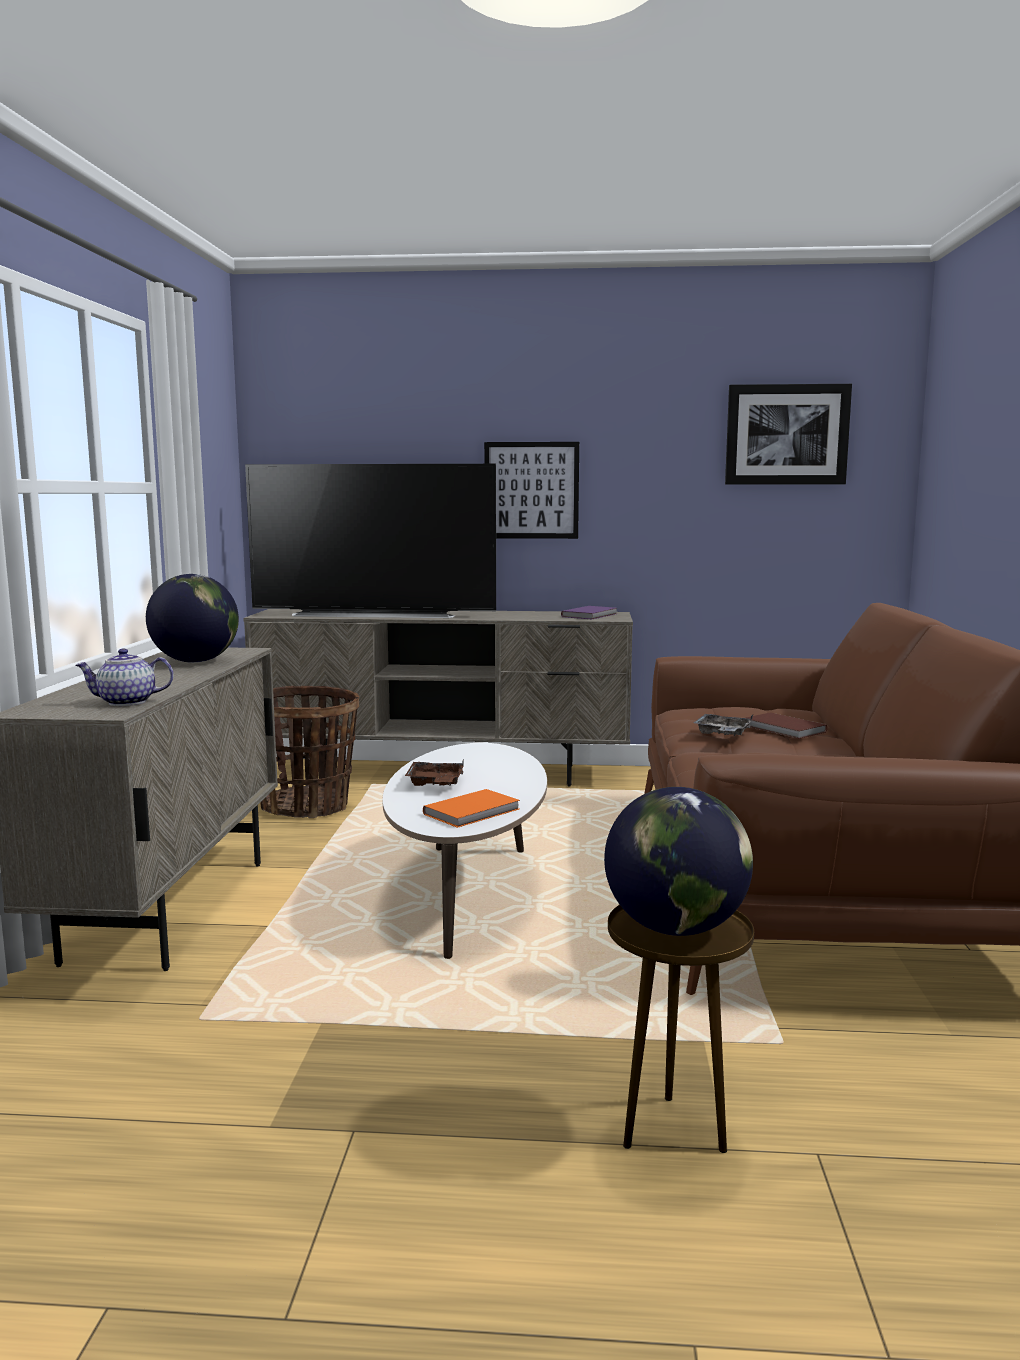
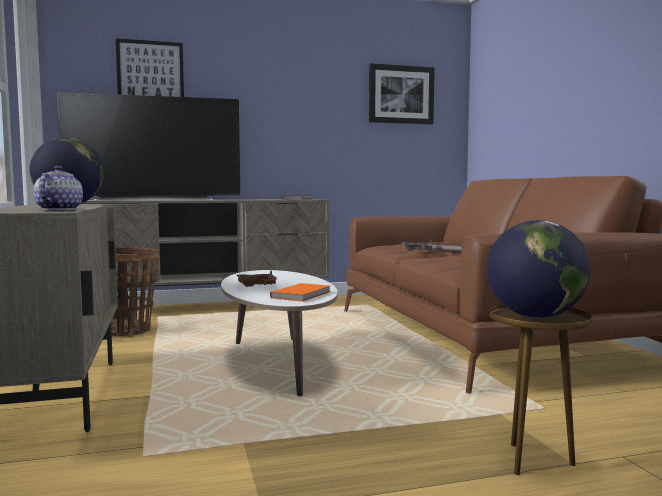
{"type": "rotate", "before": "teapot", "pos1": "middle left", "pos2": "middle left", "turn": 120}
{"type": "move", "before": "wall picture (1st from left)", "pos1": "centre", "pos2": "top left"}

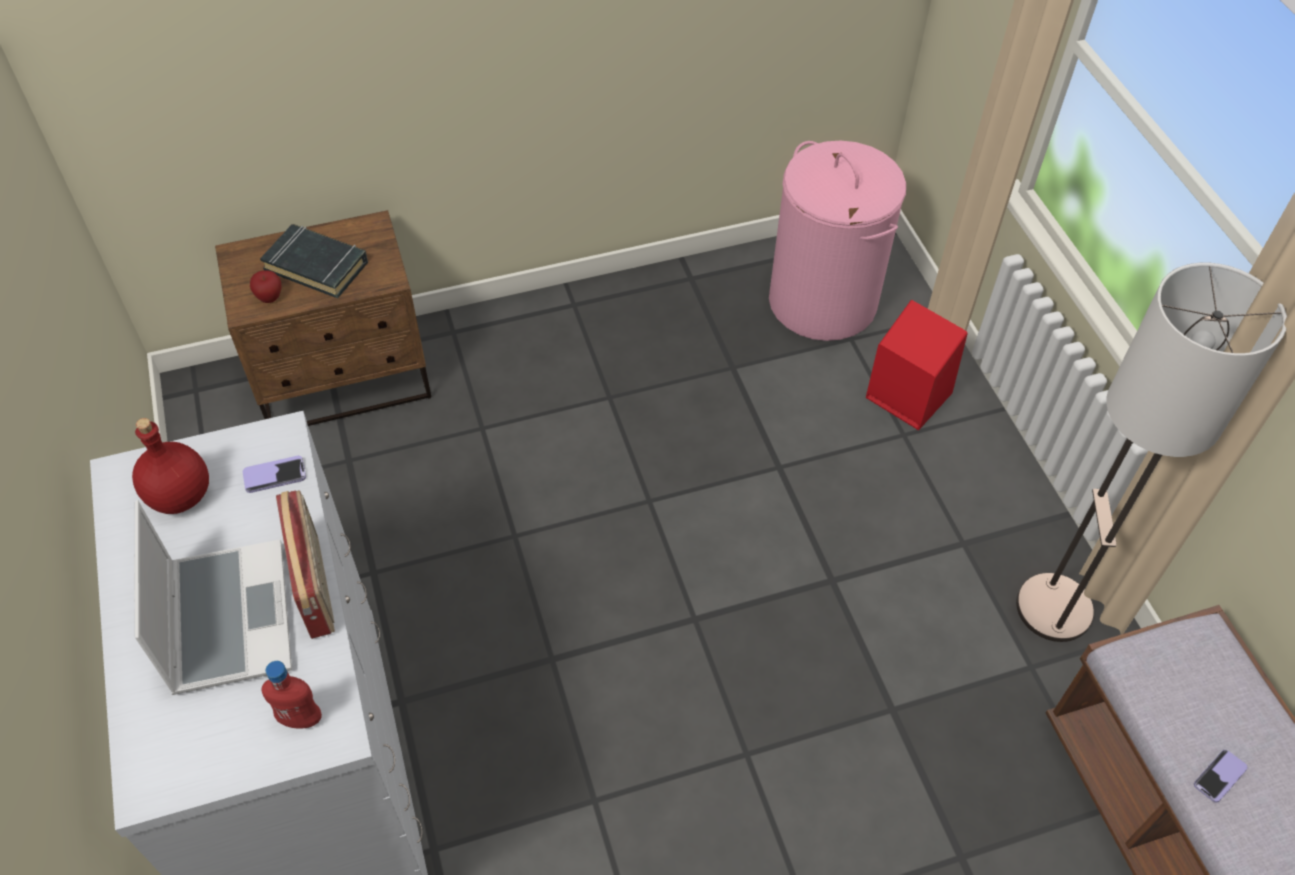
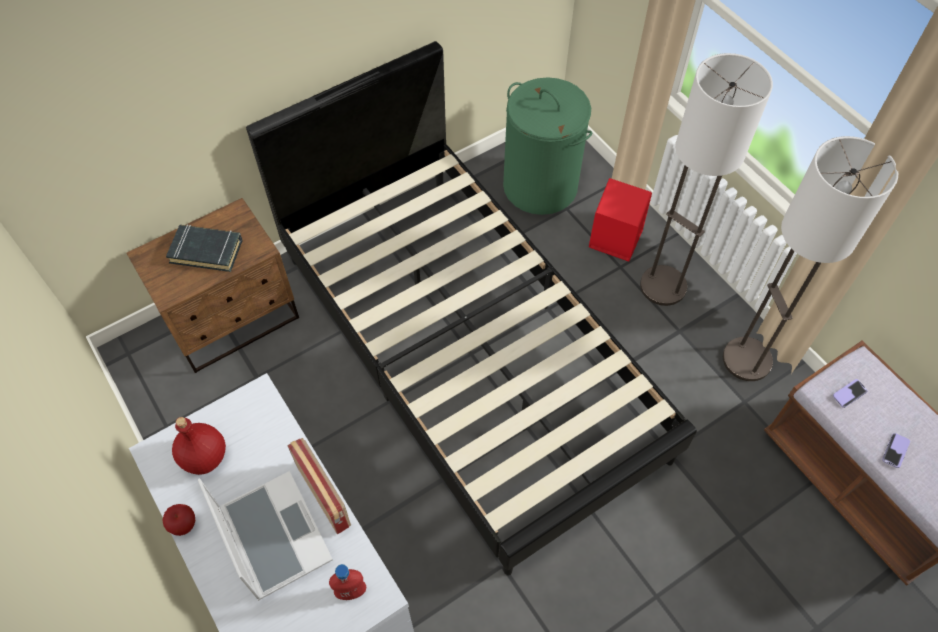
{"type": "move", "before": "apple", "pos1": "top left", "pos2": "bottom left"}
{"type": "insert", "after": "black bed", "pos2": "centre"}
{"type": "recolor", "before": "pinkish laundry basket", "after": "greenish laundry basket", "pos1": "top centre", "pos2": "top centre"}
{"type": "insert", "after": "standing lamp (1st from left)", "pos2": "top right"}
{"type": "move", "before": "handset (1st from left)", "pos1": "middle left", "pos2": "middle right"}

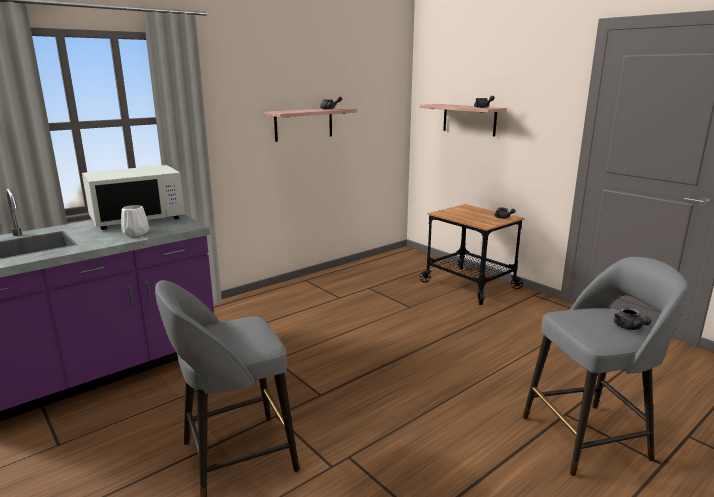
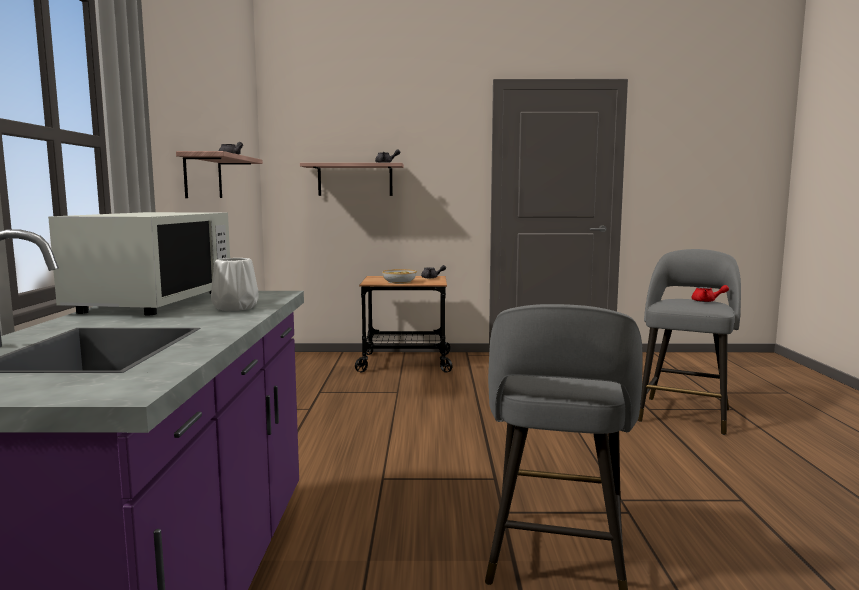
{"type": "insert", "after": "serving bowl", "pos2": "centre"}
{"type": "recolor", "before": "gray teapot (4th from left)", "after": "reddish teapot", "pos1": "middle right", "pos2": "middle right"}

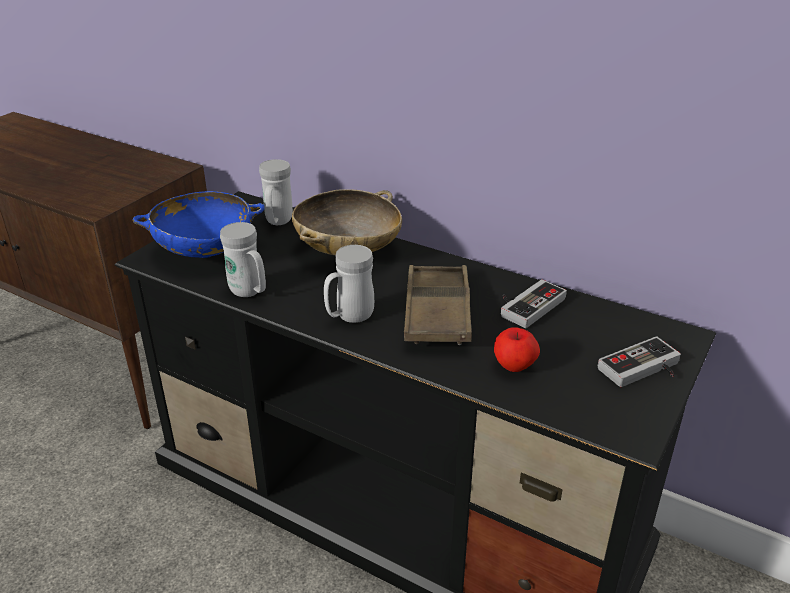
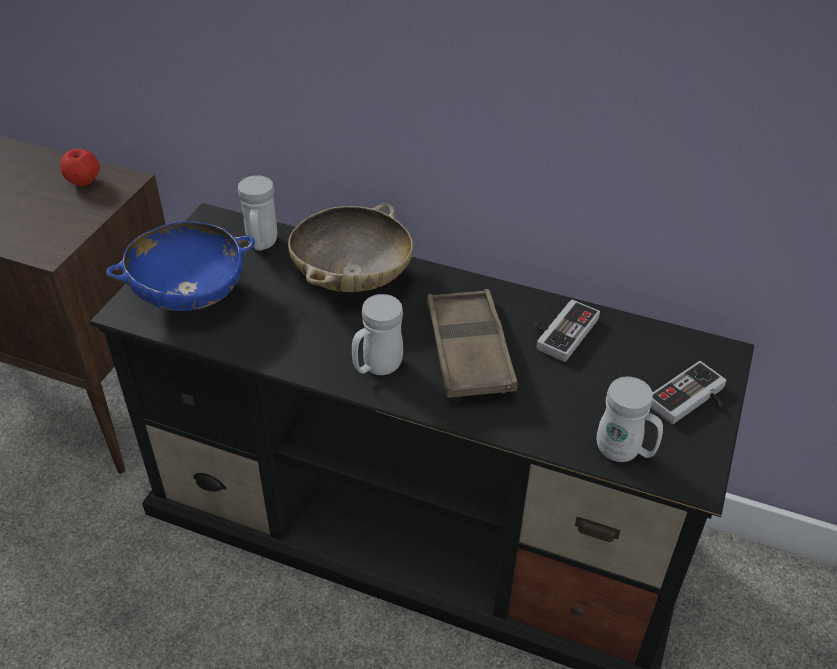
{"type": "move", "before": "apple", "pos1": "centre", "pos2": "top left"}
{"type": "move", "before": "white coffee mug (1st from left in the first image)", "after": "white coffee mug (3rd from left)", "pos1": "middle left", "pos2": "middle right"}

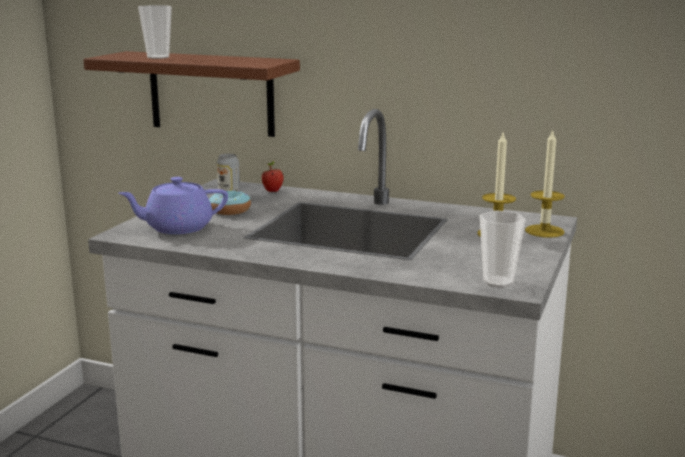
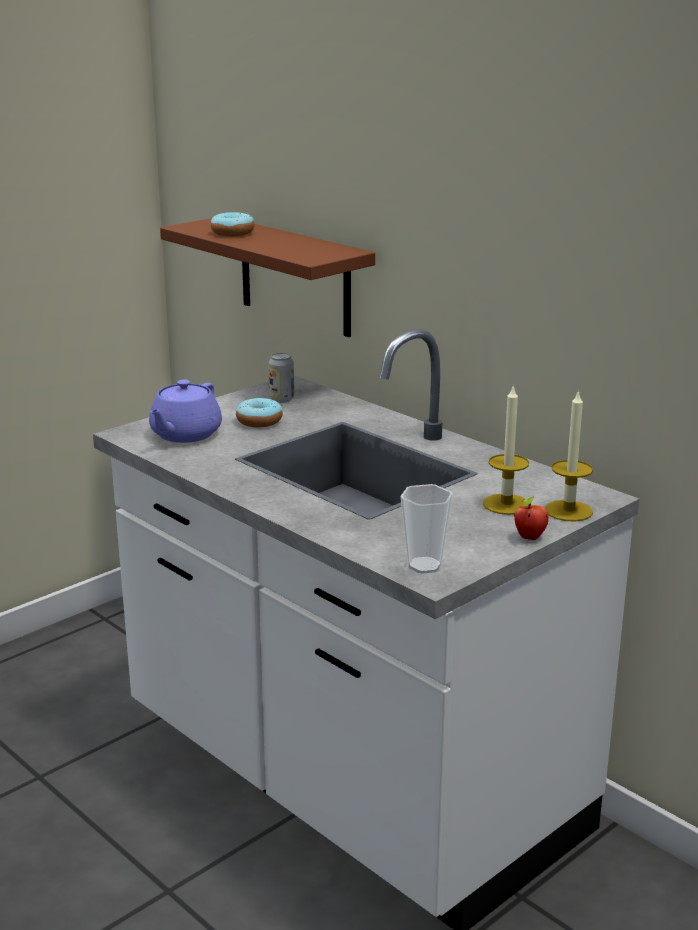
{"type": "rotate", "before": "purple teapot", "pos1": "middle left", "pos2": "middle left", "turn": -75}
{"type": "replace", "before": "cup (1st from left)", "after": "doughnut (1st from left)", "pos1": "top left", "pos2": "top centre"}
{"type": "move", "before": "apple", "pos1": "centre", "pos2": "middle right"}

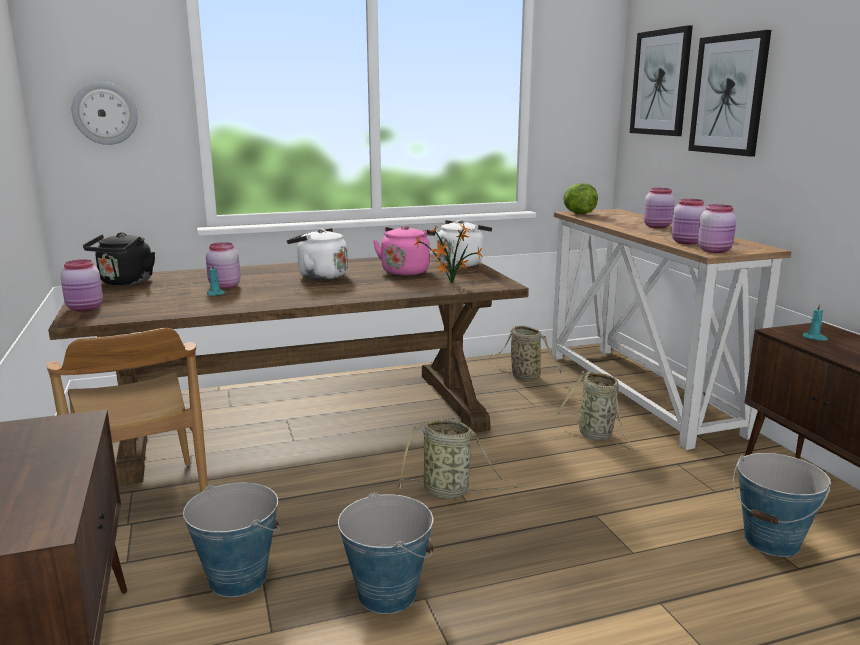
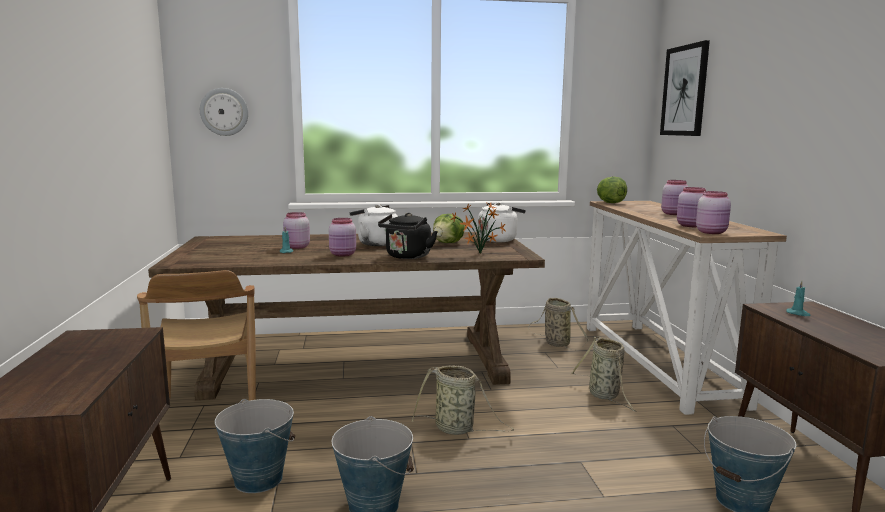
{"type": "move", "before": "pinkish jar (1st from left in the first image)", "after": "pinkish jar (2nd from left)", "pos1": "middle left", "pos2": "centre"}
{"type": "move", "before": "black kettle", "pos1": "middle left", "pos2": "centre"}
{"type": "replace", "before": "pinkish kettle", "after": "lettuce (1st from left)", "pos1": "centre", "pos2": "centre"}
{"type": "delete", "before": "wall picture (2nd from left)", "pos1": "top right"}

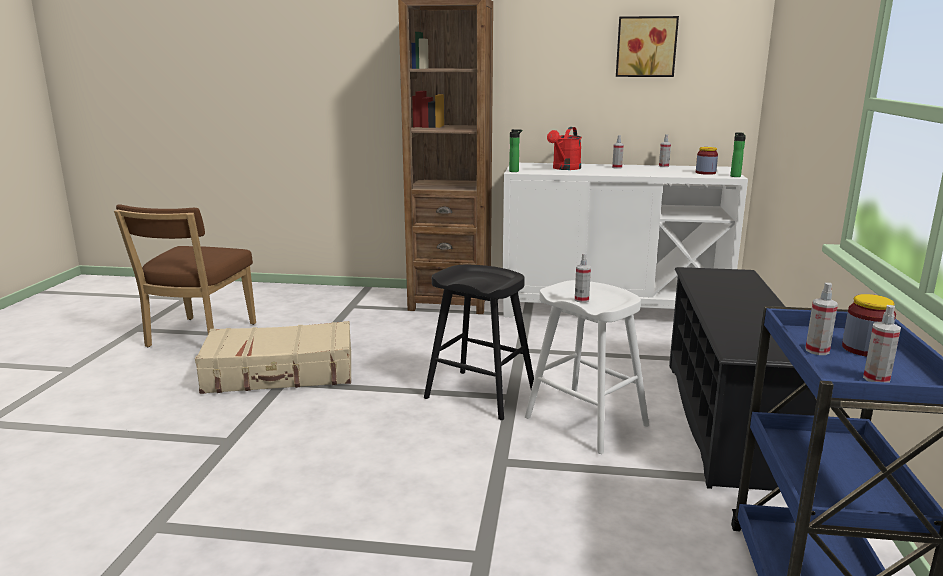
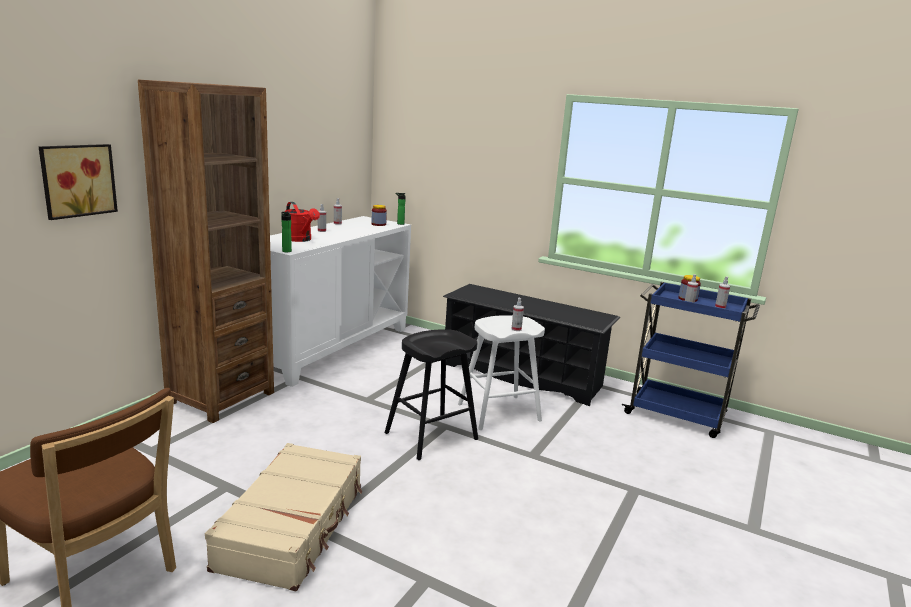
{"type": "move", "before": "wall picture", "pos1": "top right", "pos2": "top left"}

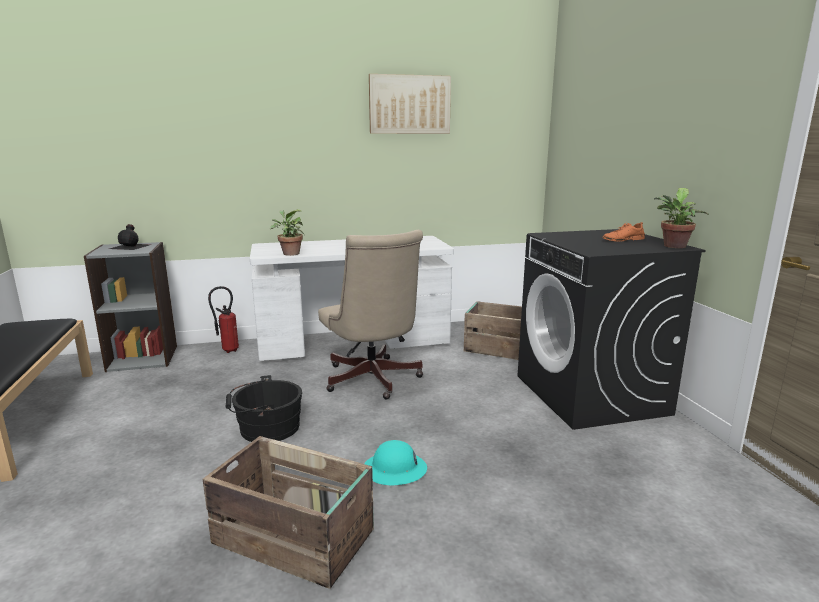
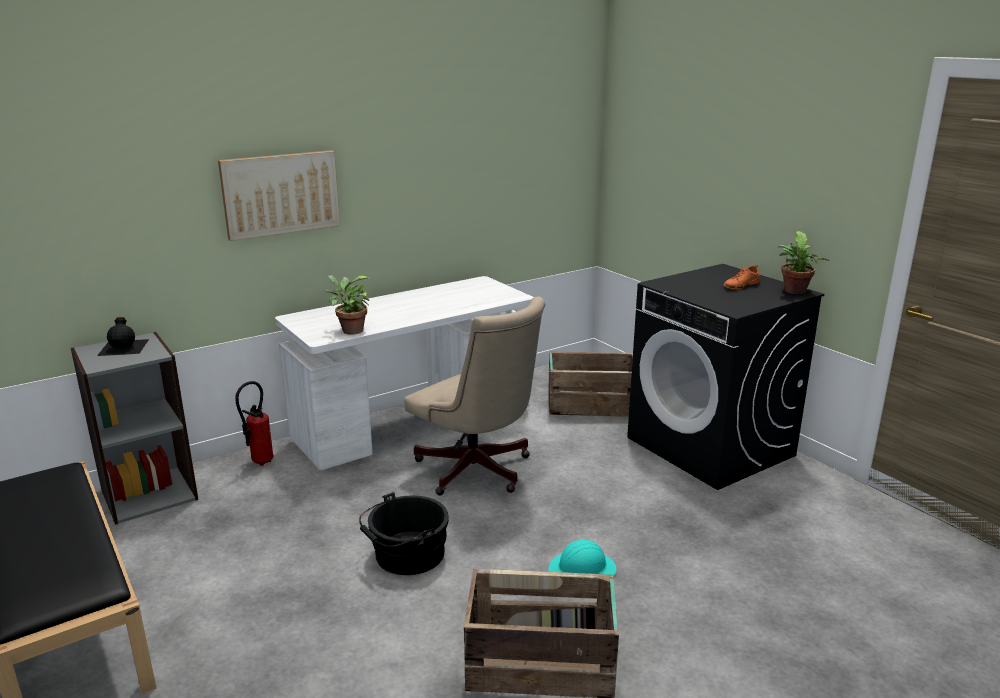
{"type": "move", "before": "wall picture", "pos1": "top centre", "pos2": "top left"}

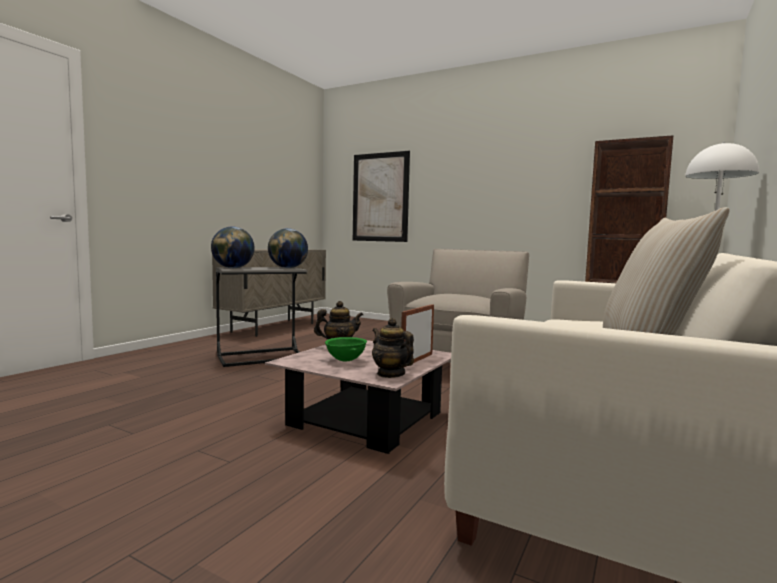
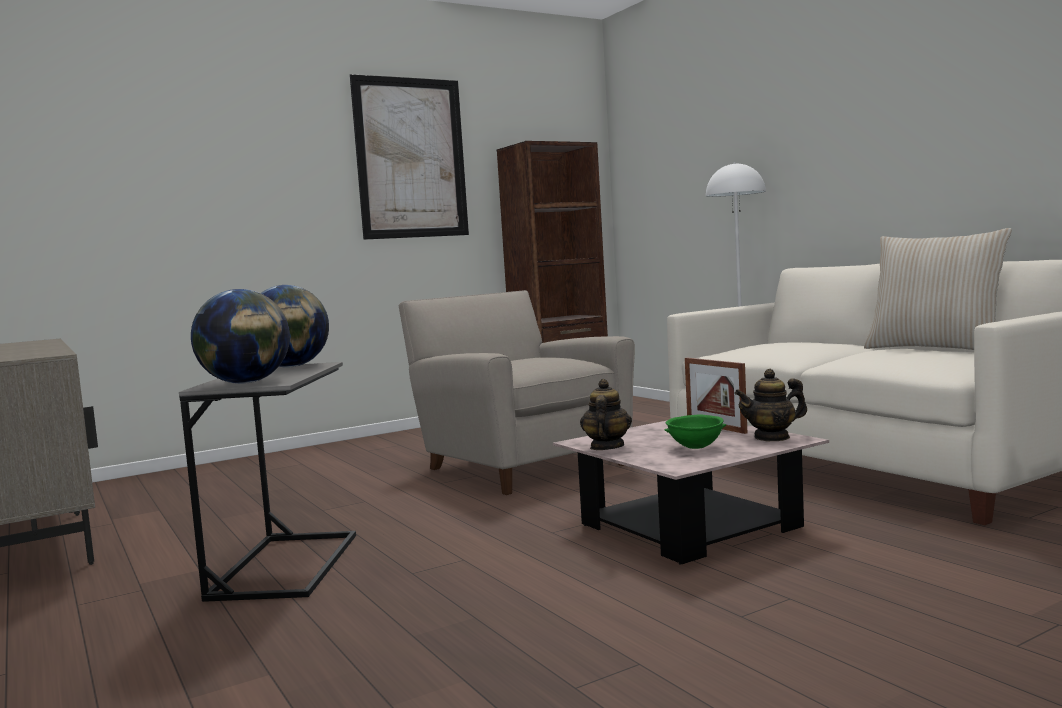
{"type": "move", "before": "wall picture", "pos1": "centre", "pos2": "top centre"}

